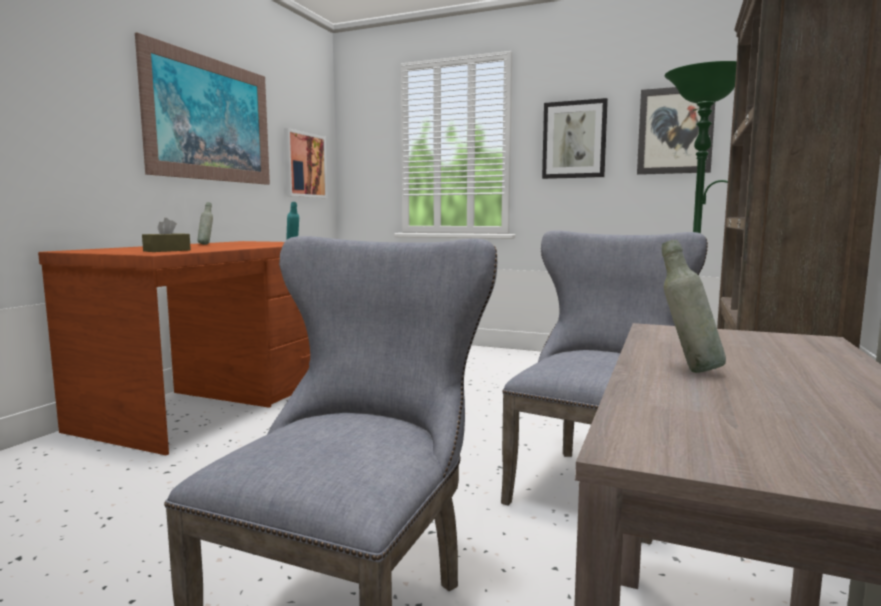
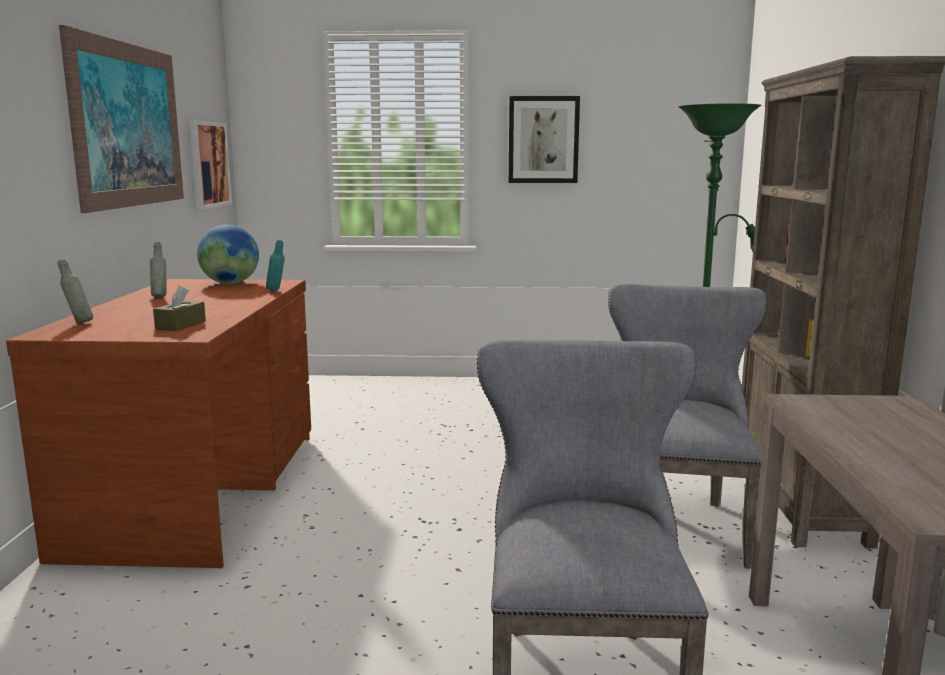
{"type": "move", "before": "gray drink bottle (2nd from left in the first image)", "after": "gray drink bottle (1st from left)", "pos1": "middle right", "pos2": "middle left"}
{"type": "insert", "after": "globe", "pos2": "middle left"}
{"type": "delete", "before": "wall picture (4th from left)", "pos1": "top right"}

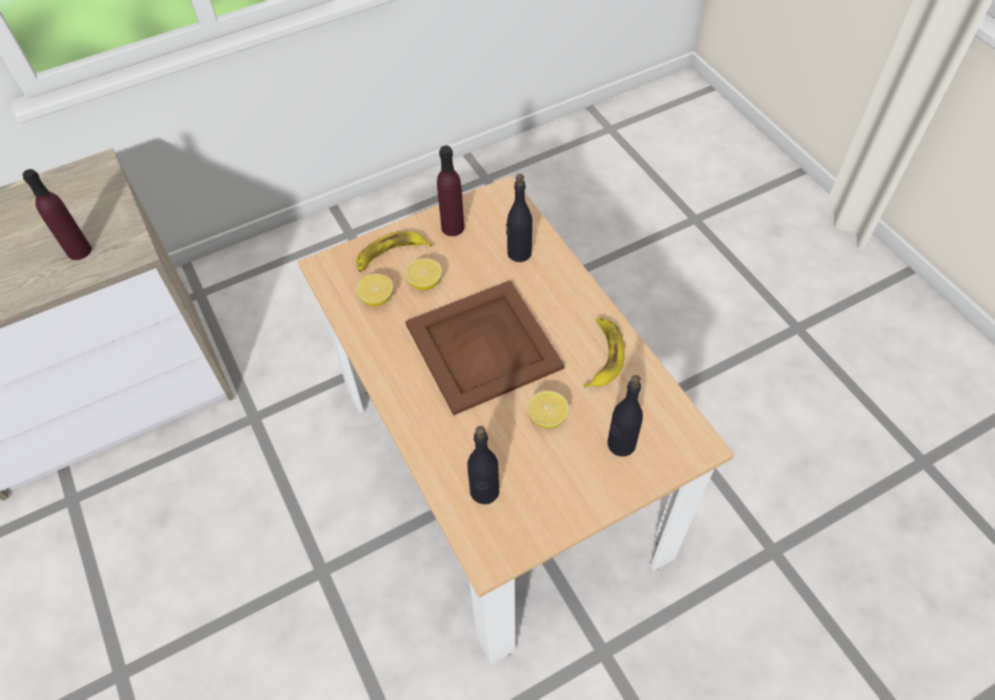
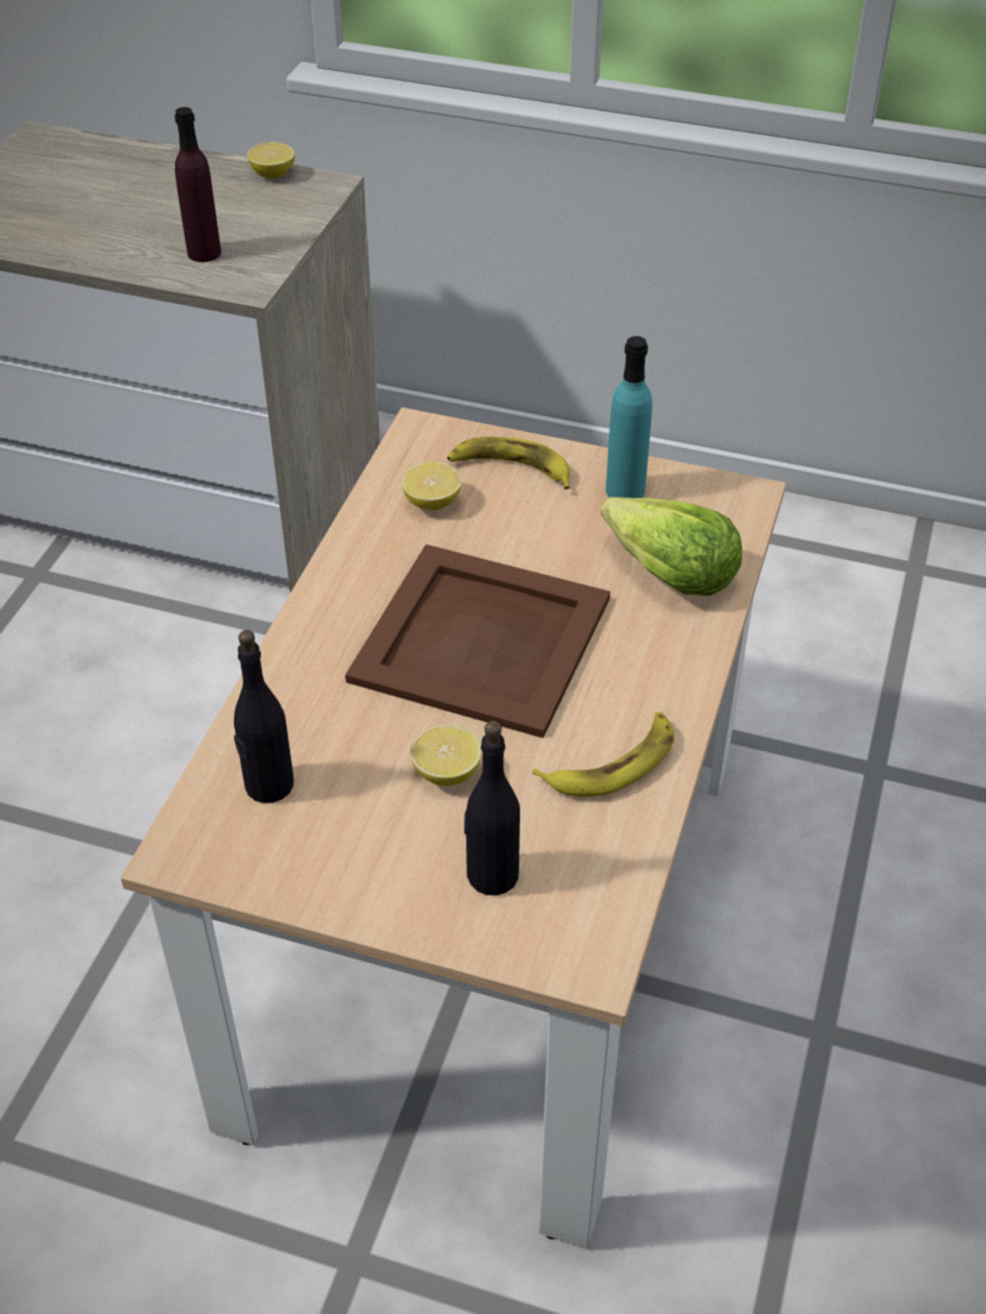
{"type": "move", "before": "whole lemon (2nd from left in the first image)", "after": "whole lemon (1st from left)", "pos1": "centre", "pos2": "top left"}
{"type": "replace", "before": "black drink bottle (2nd from left)", "after": "lettuce", "pos1": "top centre", "pos2": "middle right"}
{"type": "recolor", "before": "purple drink bottle (2nd from left)", "after": "turquoise drink bottle", "pos1": "top centre", "pos2": "top centre"}

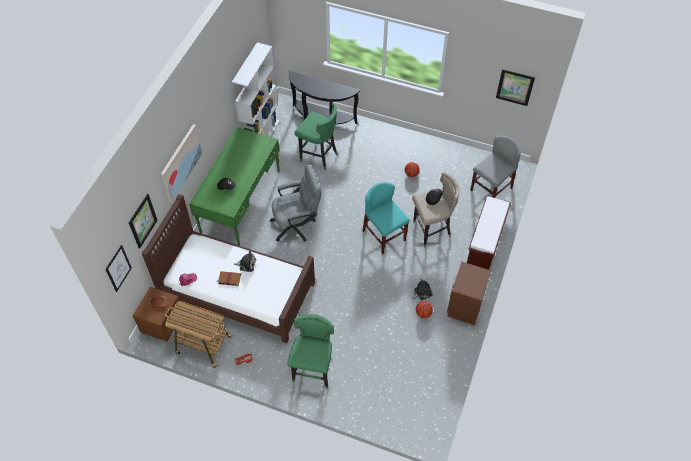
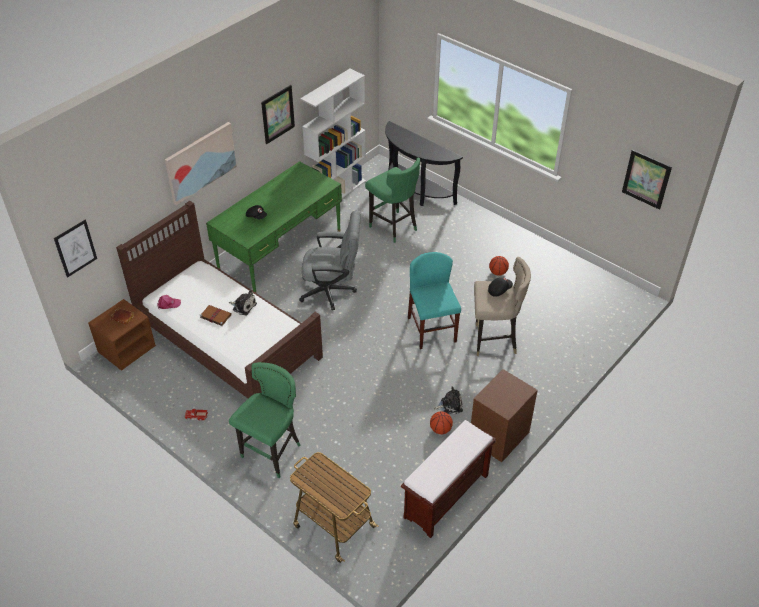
{"type": "move", "before": "wall picture (2nd from left in the first image)", "after": "wall picture (3rd from left)", "pos1": "middle left", "pos2": "top centre"}
{"type": "move", "before": "cart", "pos1": "bottom left", "pos2": "bottom centre"}
{"type": "move", "before": "brown bench", "pos1": "middle right", "pos2": "bottom centre"}
{"type": "delete", "before": "gray plain chair", "pos1": "middle right"}

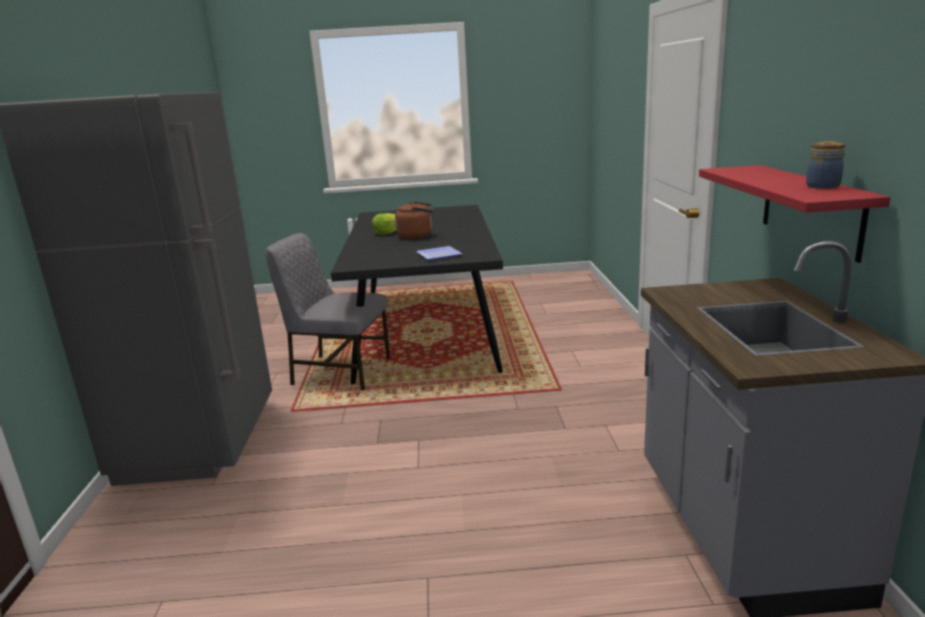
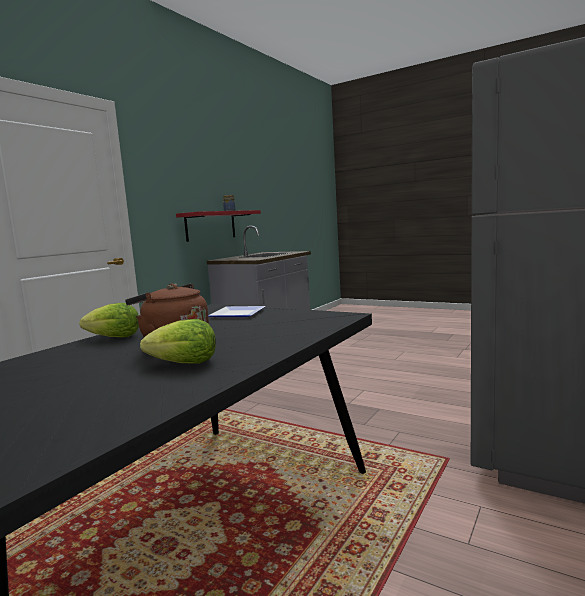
{"type": "insert", "after": "lettuce (1st from left)", "pos2": "middle left"}
{"type": "delete", "before": "gray plain chair", "pos1": "centre"}

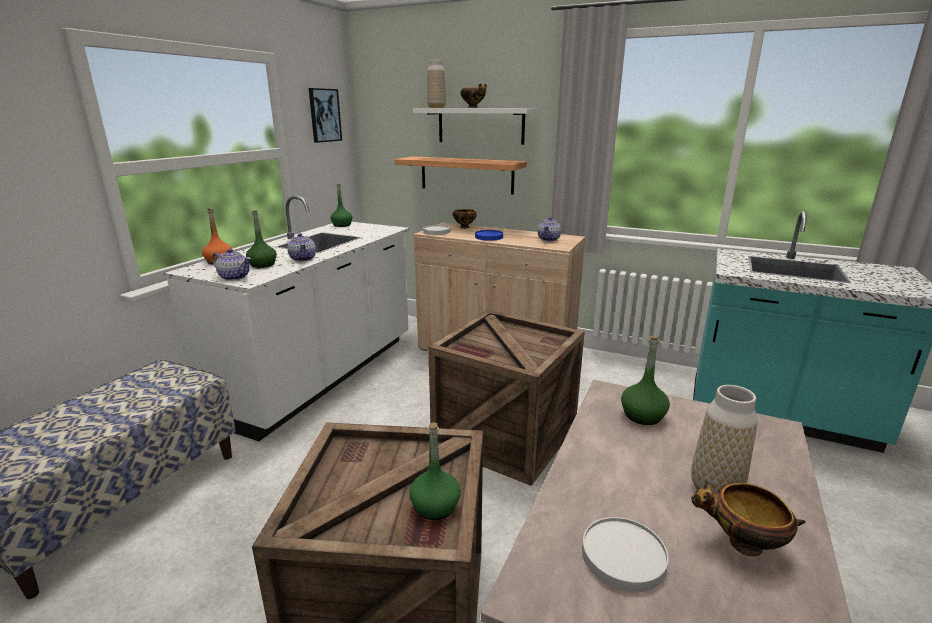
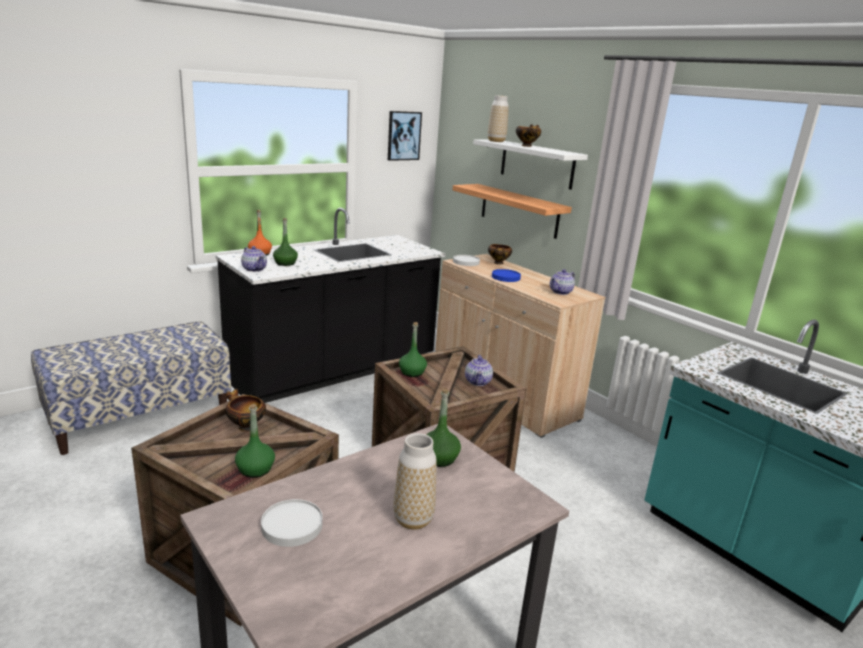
{"type": "recolor", "before": "white counter", "after": "black counter", "pos1": "middle left", "pos2": "centre"}
{"type": "move", "before": "serving bowl (3rd from left in the first image)", "after": "serving bowl (1st from left)", "pos1": "bottom right", "pos2": "middle left"}
{"type": "move", "before": "greenish drink bottle (2nd from left in the first image)", "after": "greenish drink bottle (3rd from left)", "pos1": "top centre", "pos2": "centre"}
{"type": "move", "before": "teapot (2nd from left)", "pos1": "middle left", "pos2": "centre"}

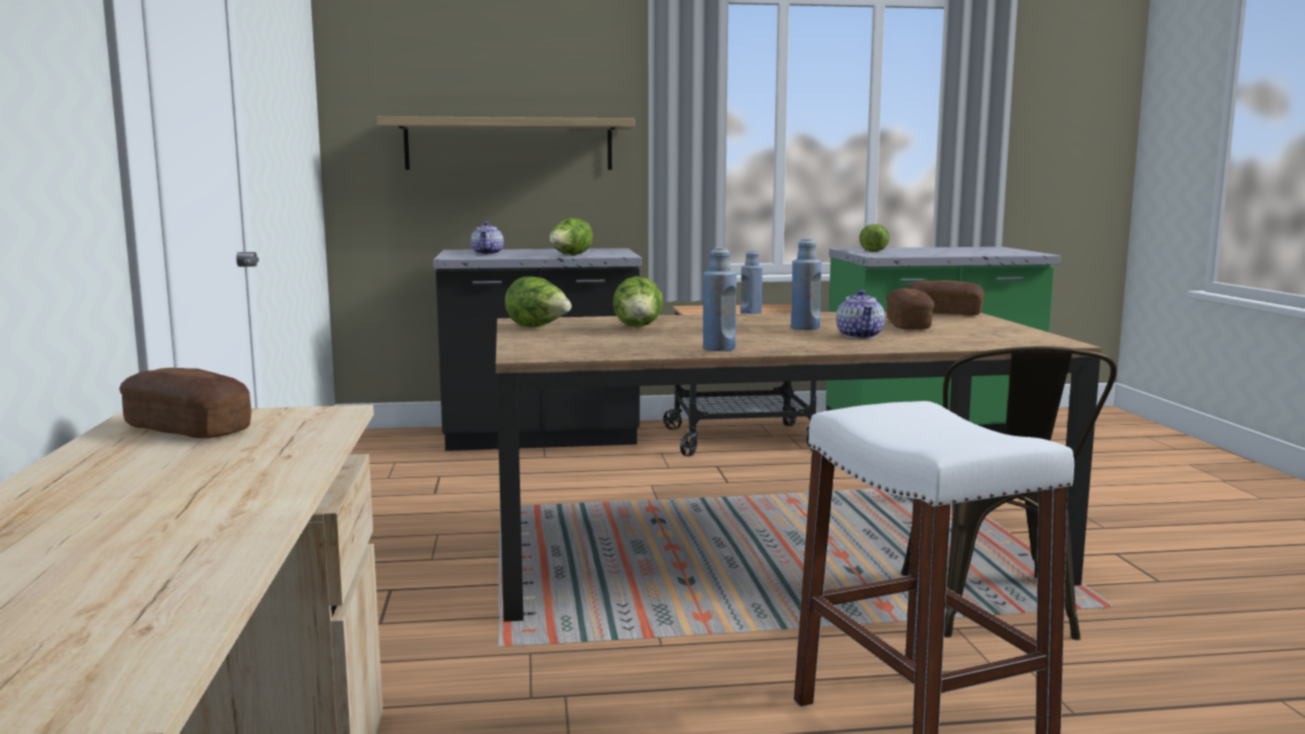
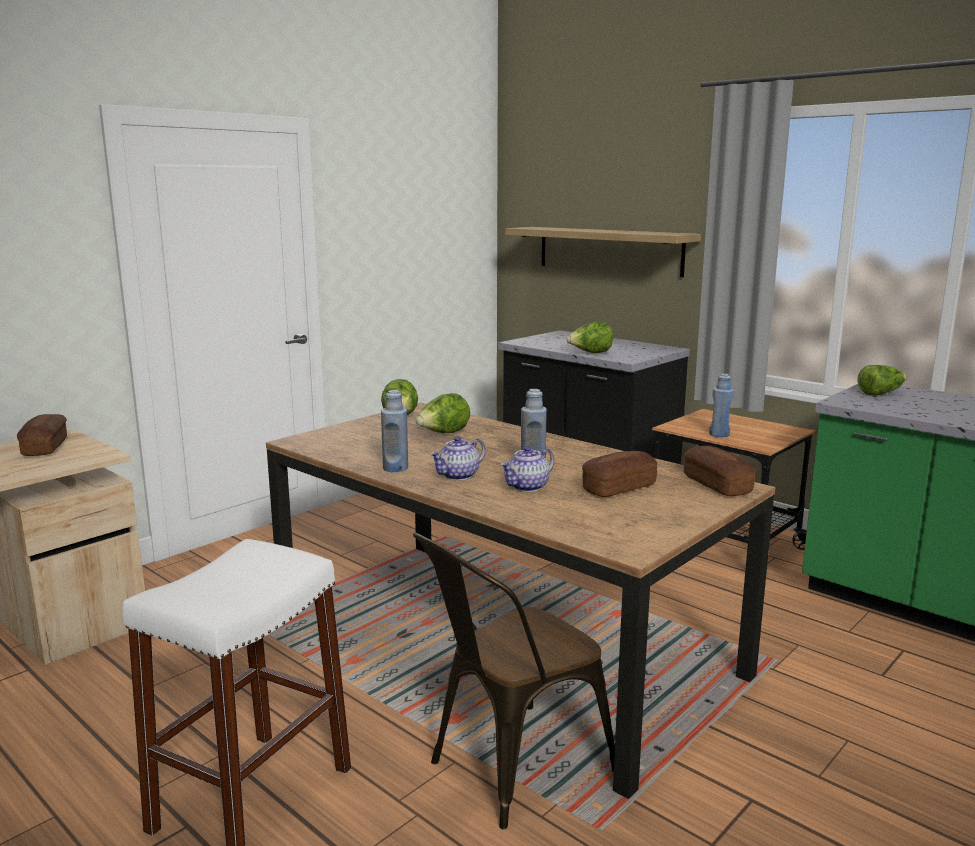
{"type": "move", "before": "teapot (1st from left)", "pos1": "top centre", "pos2": "centre"}

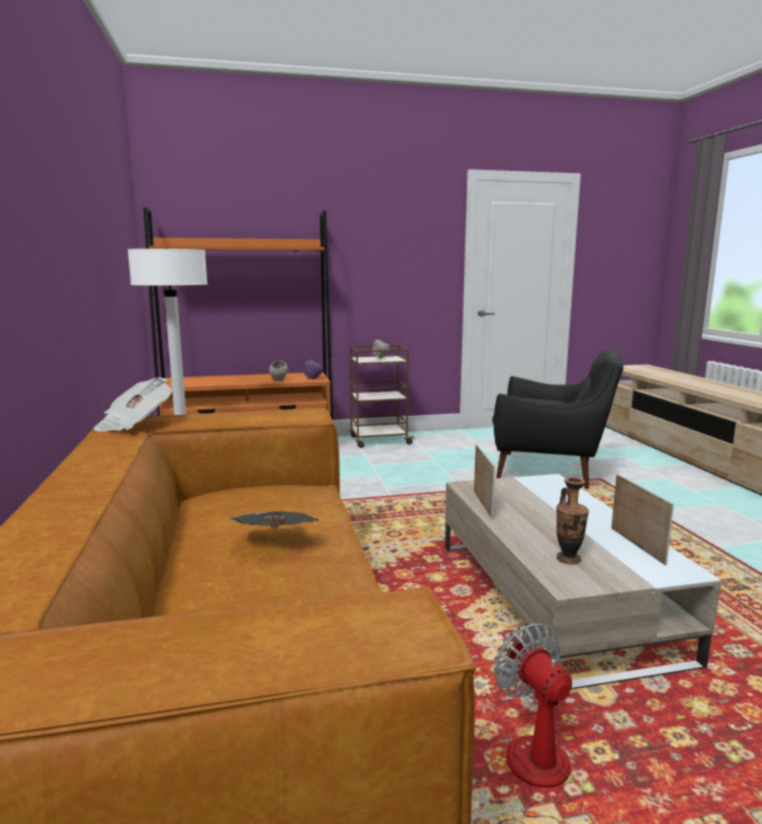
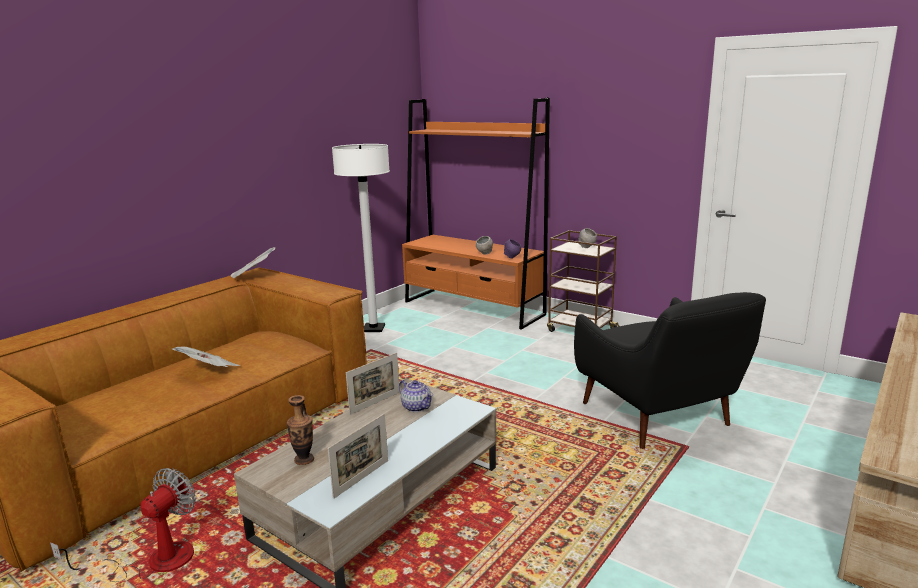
{"type": "insert", "after": "teapot", "pos2": "bottom centre"}

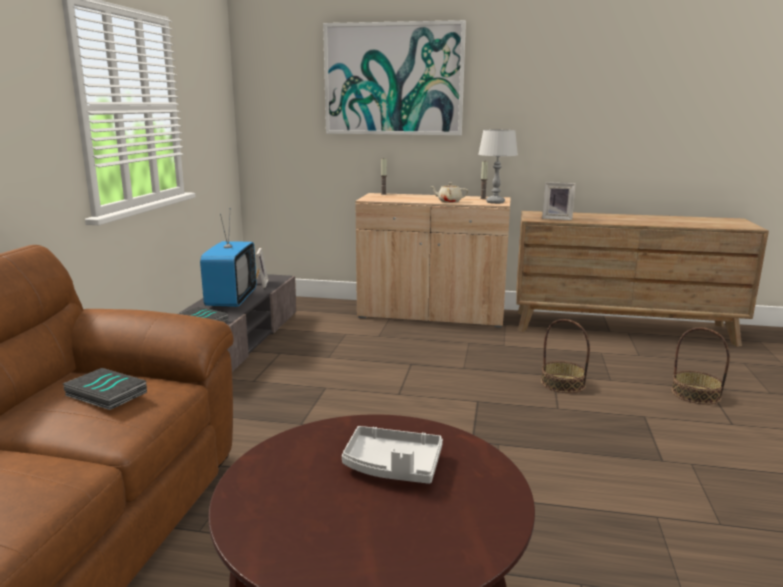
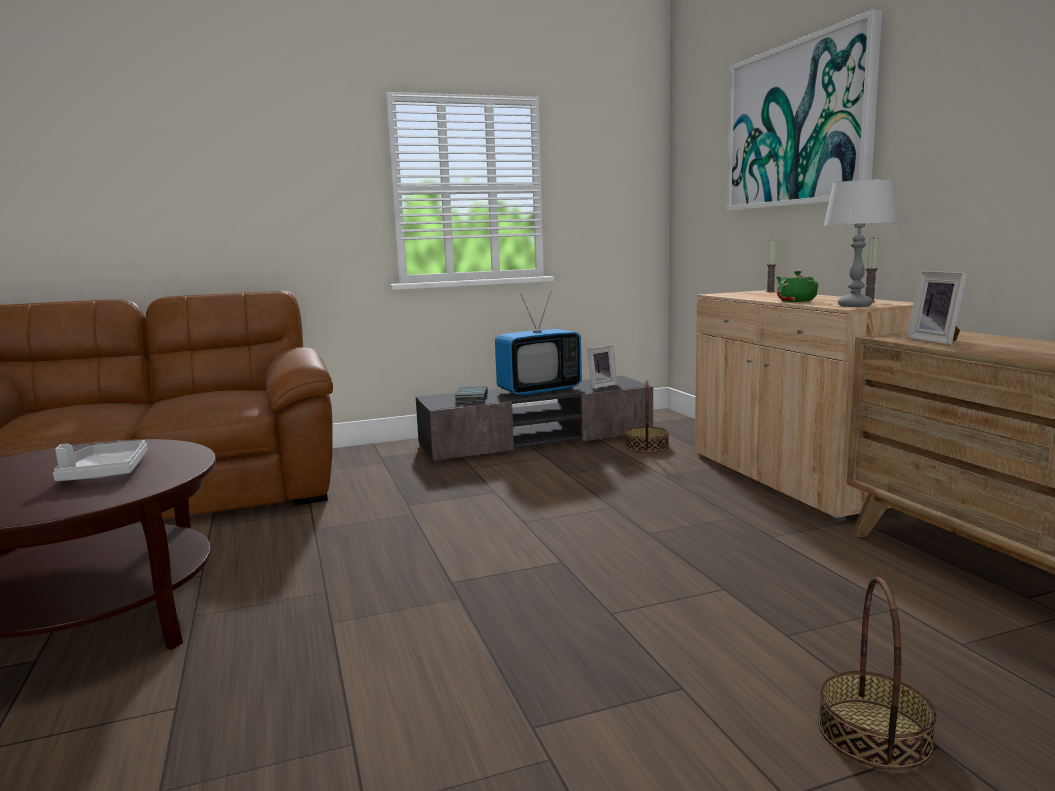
{"type": "move", "before": "household basket (1st from left)", "pos1": "middle right", "pos2": "centre"}
{"type": "recolor", "before": "beige-coloured teapot", "after": "greenish teapot", "pos1": "top centre", "pos2": "middle right"}
{"type": "delete", "before": "volume (1st from left)", "pos1": "middle left"}

